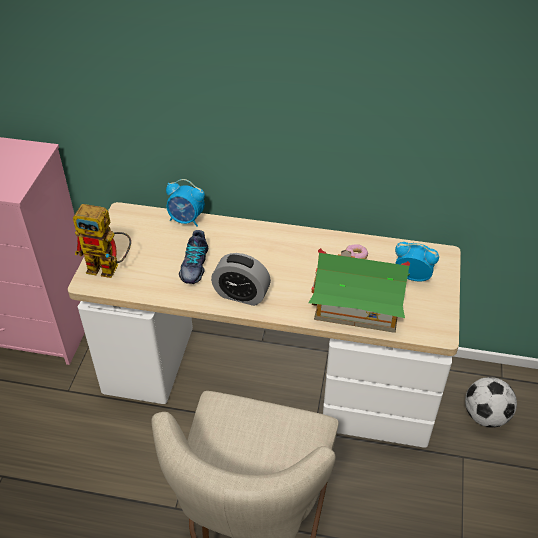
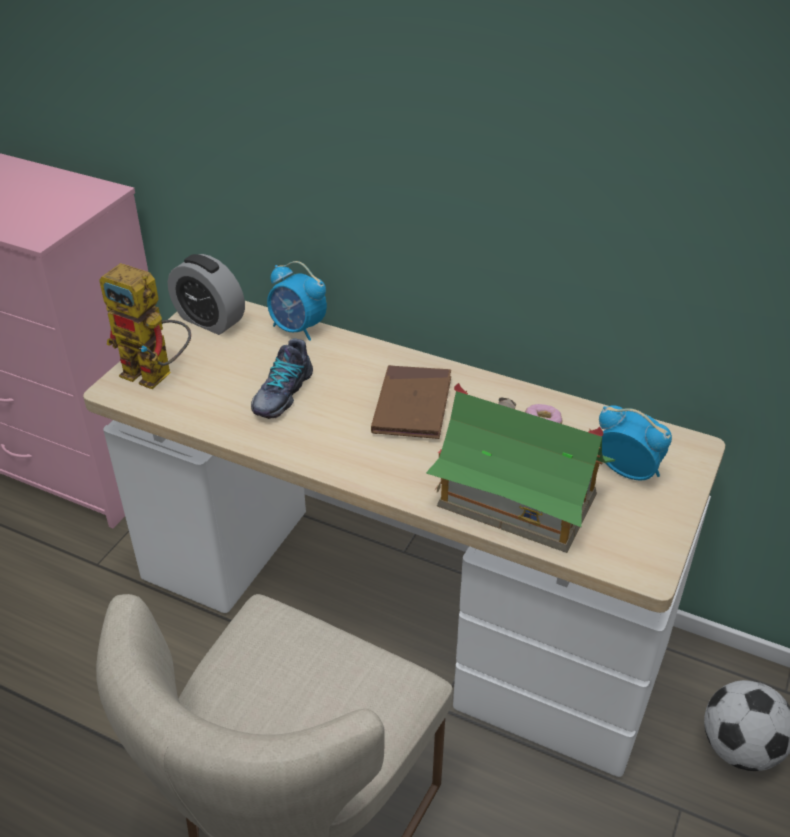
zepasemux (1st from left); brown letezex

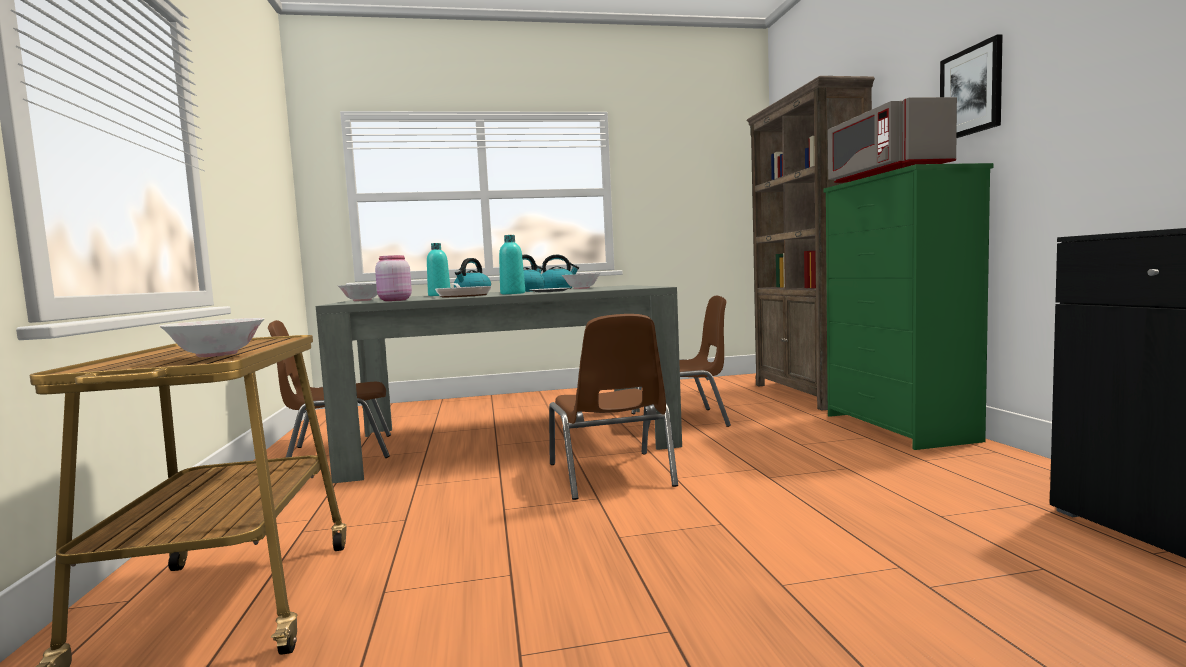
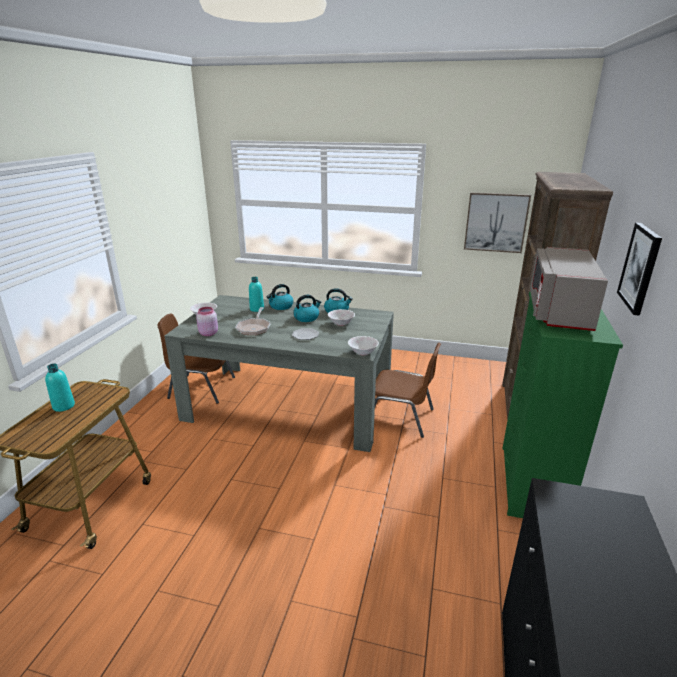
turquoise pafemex (1st from left); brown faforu (2nd from left in the first image); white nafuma (3rd from left); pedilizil (1st from left)

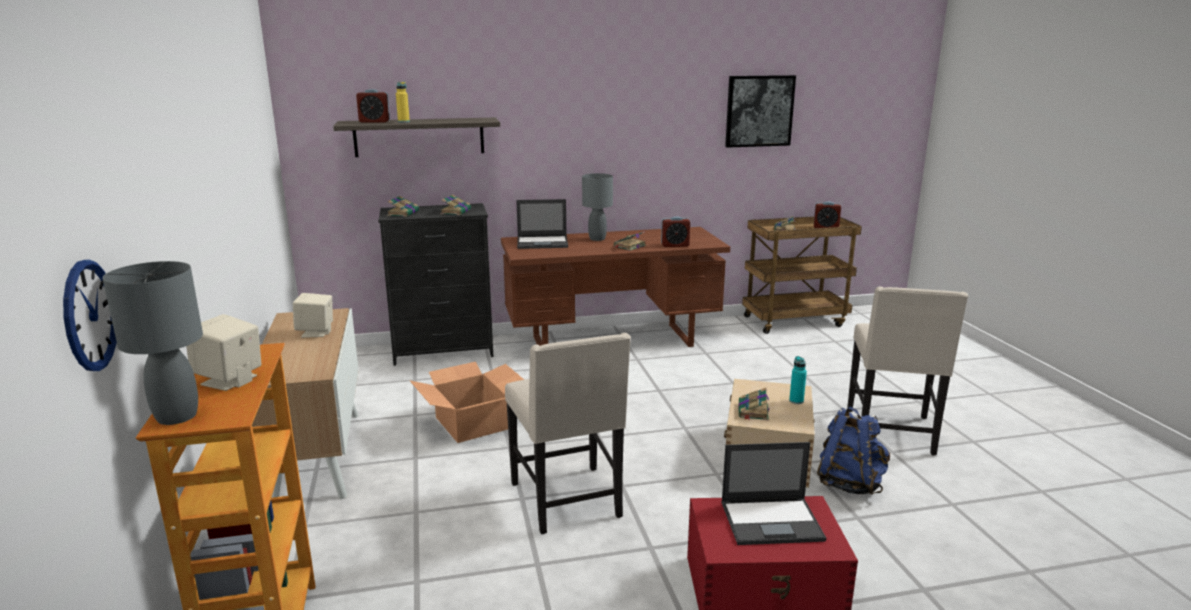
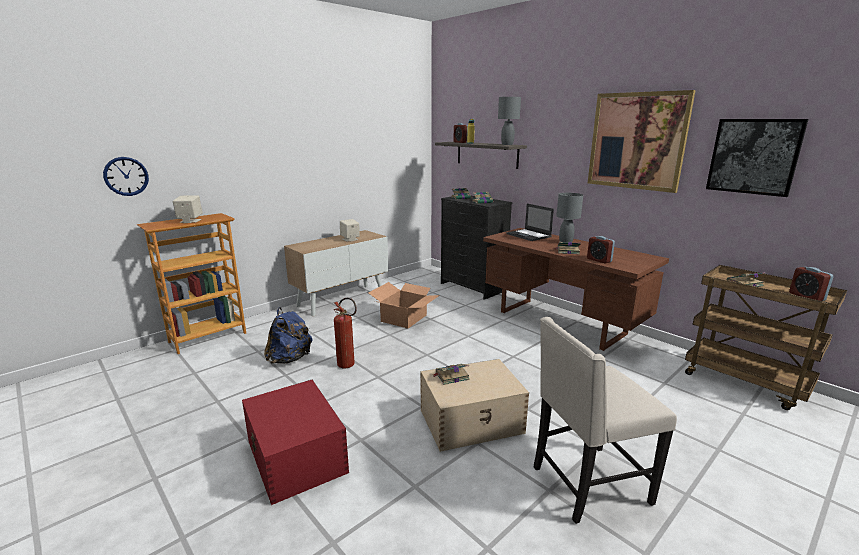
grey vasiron (1st from left); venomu; turquoise pafemex; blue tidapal; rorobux (2nd from left in the first image); pedilizil (1st from left)

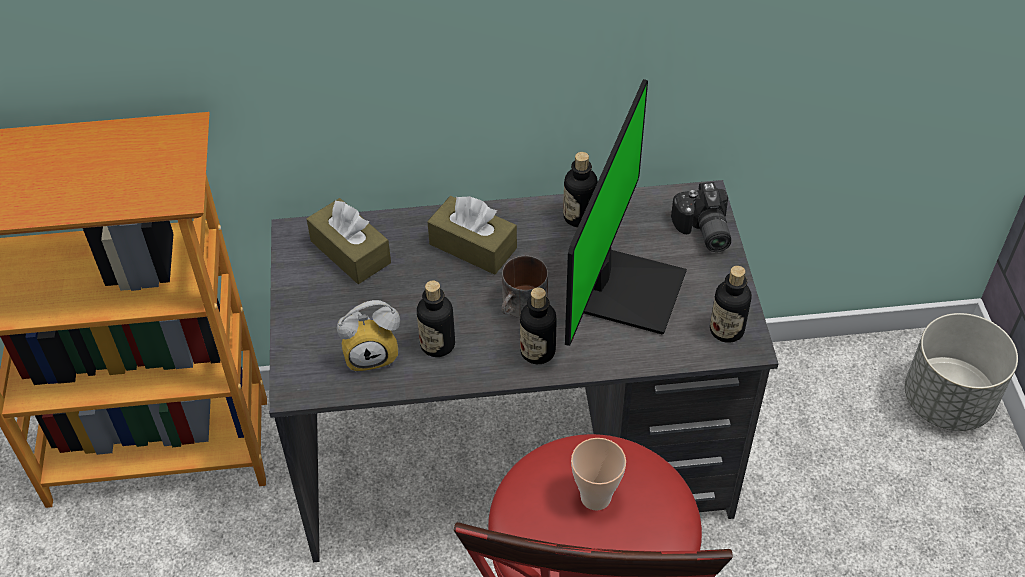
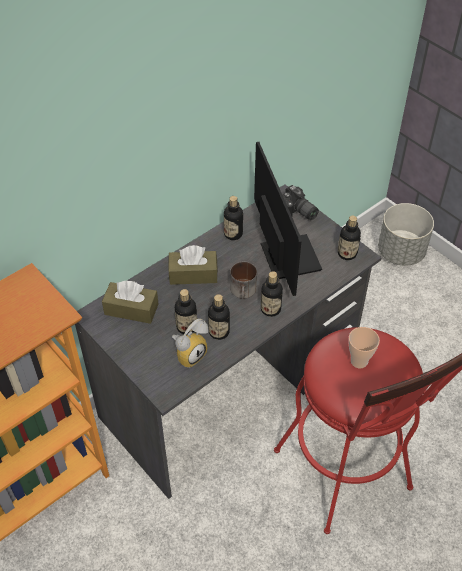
pafemex (1st from left)

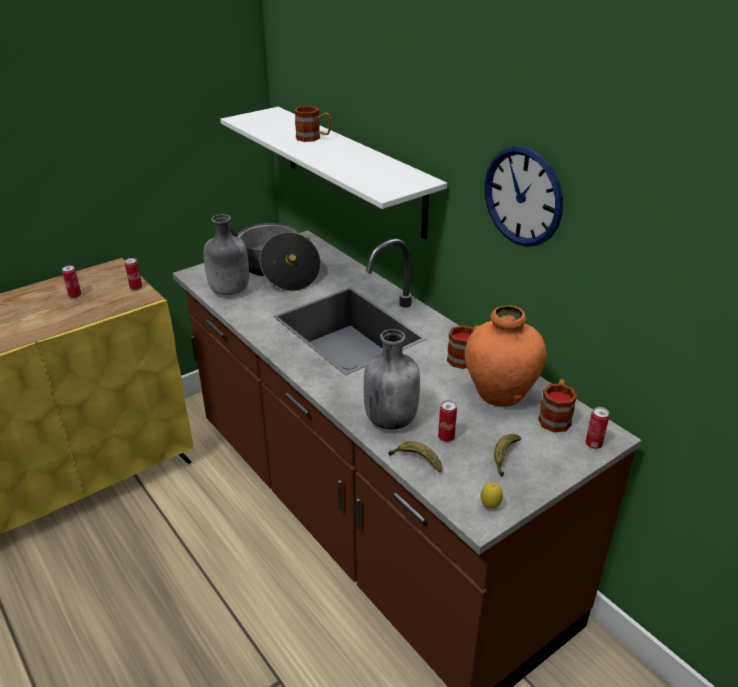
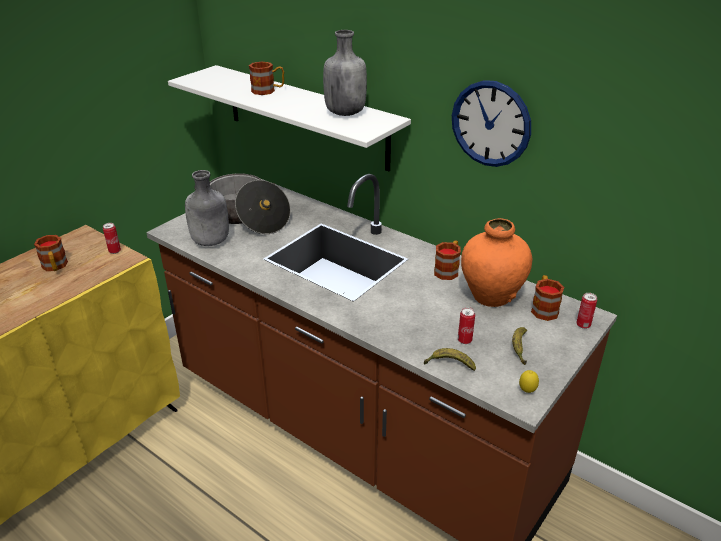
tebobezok (1st from left); grey pafemex (2nd from left)

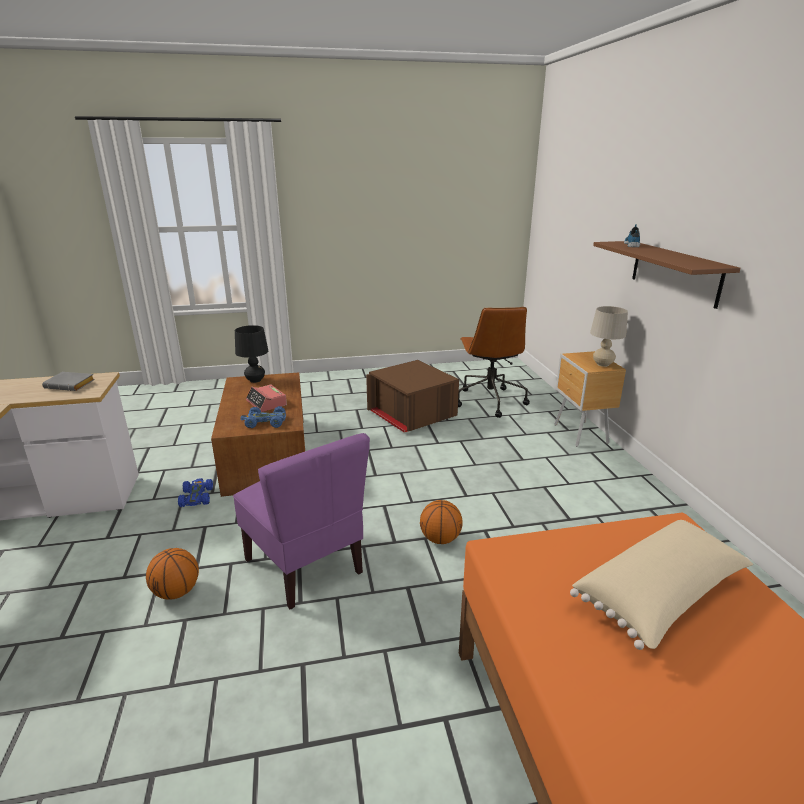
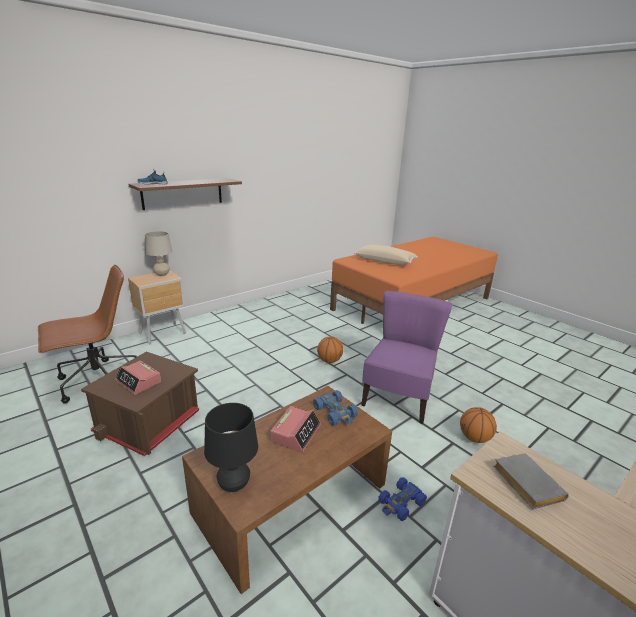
zepasemux (1st from left)

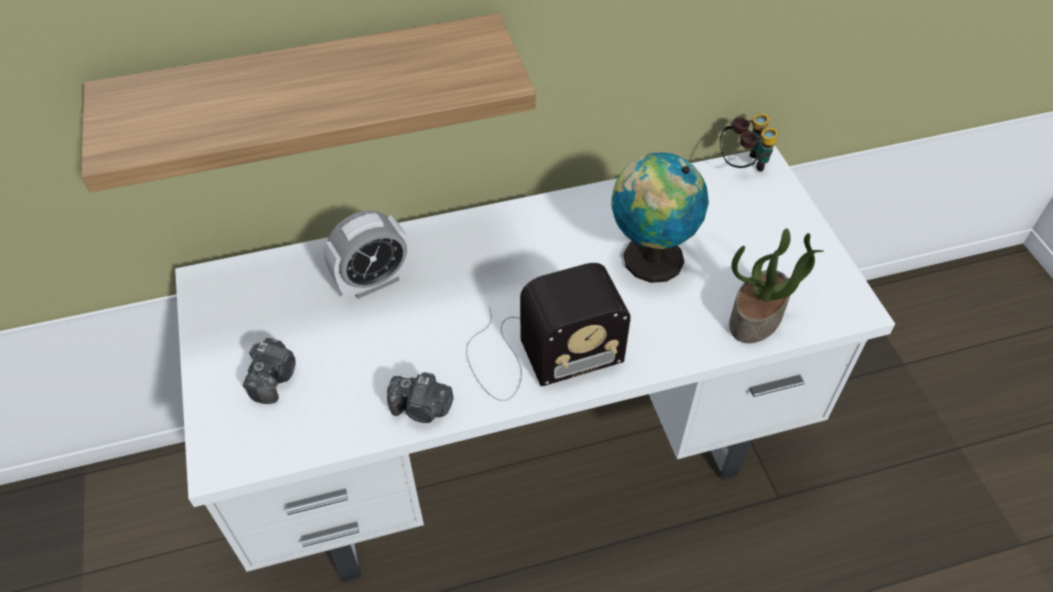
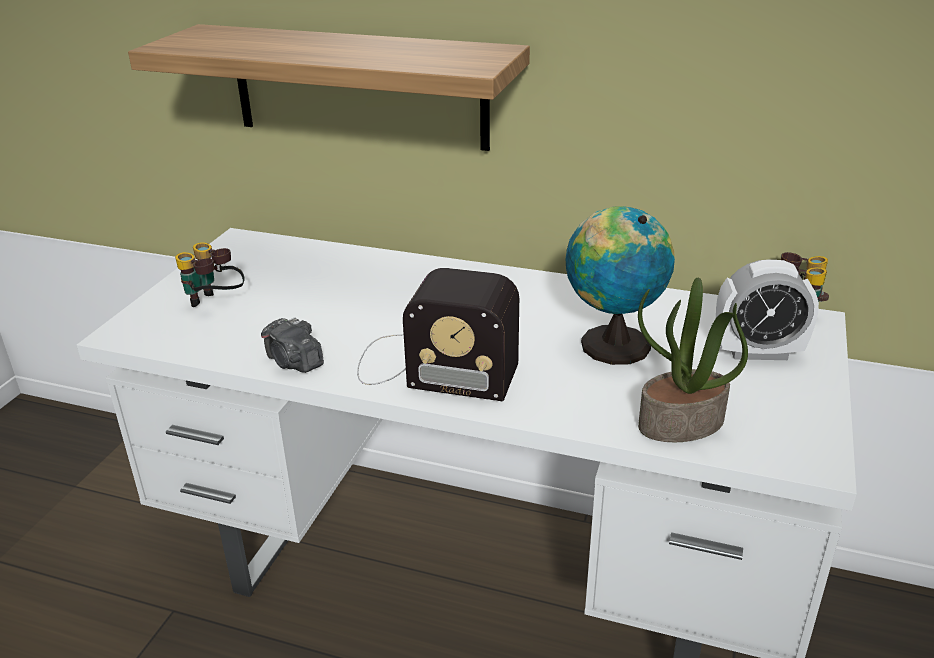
zepasemux; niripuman (1st from left)

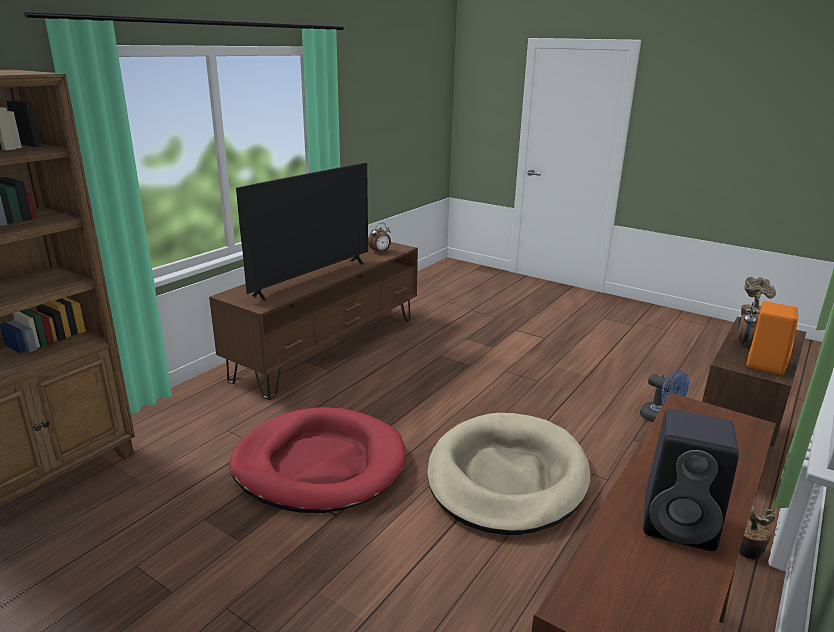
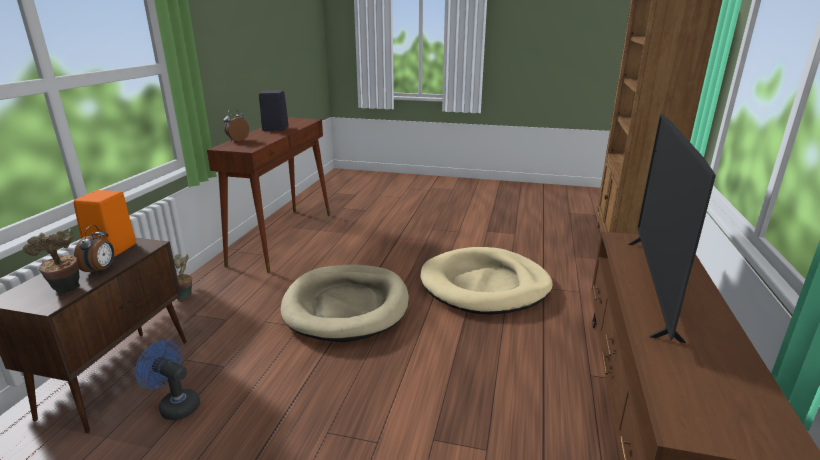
zepasemux (2nd from left); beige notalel (2nd from left)

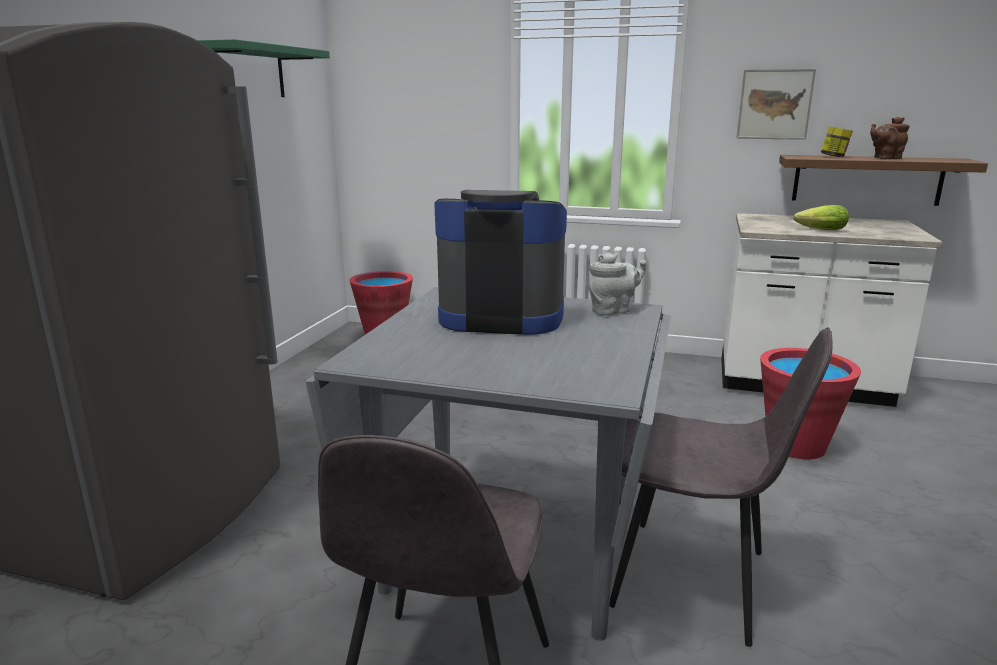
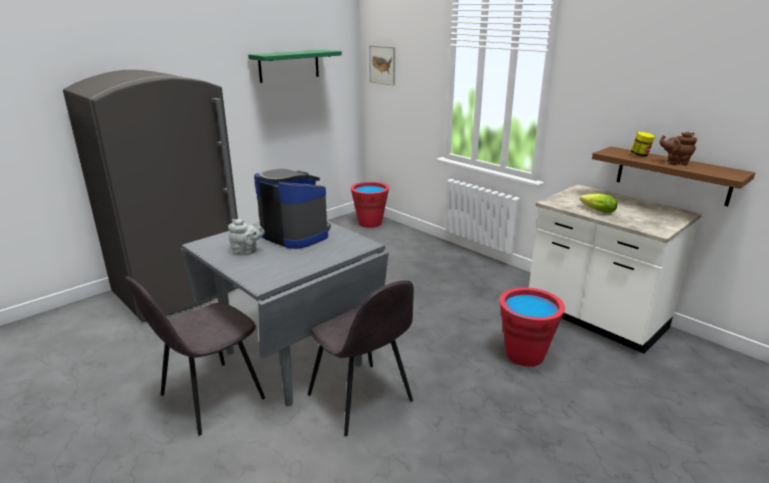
pedilizil; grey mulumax

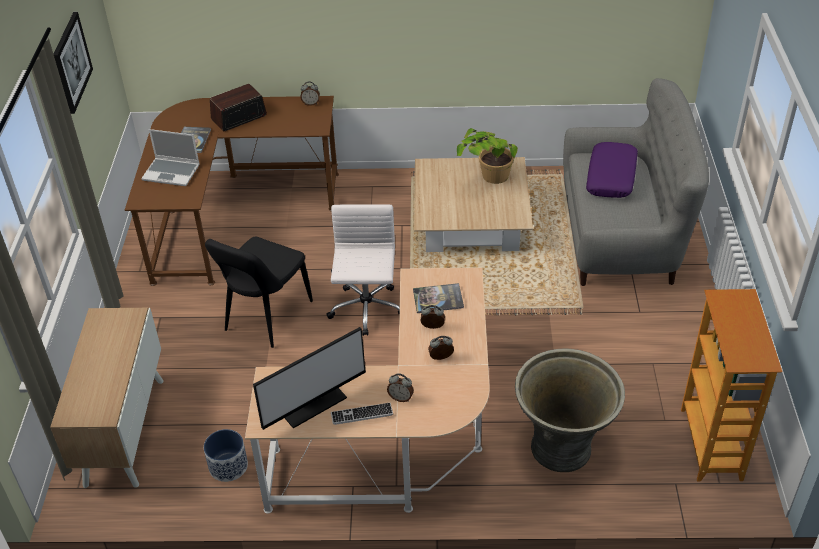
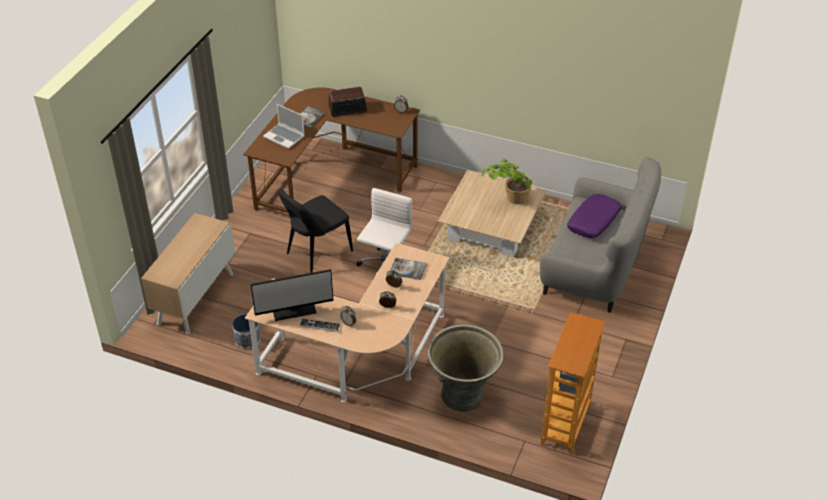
pedilizil

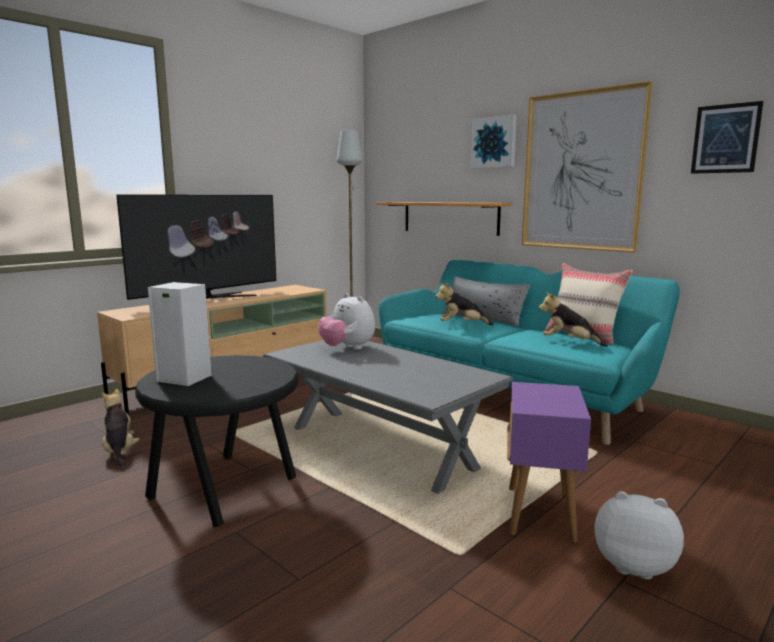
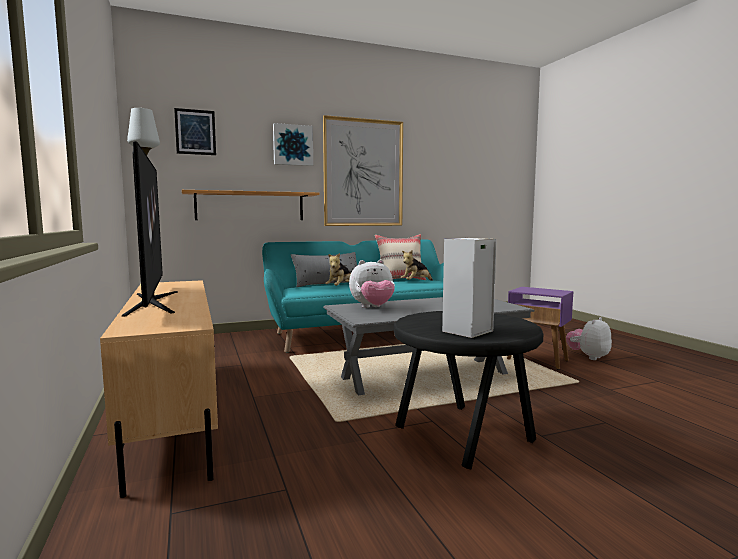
pedilizil (1st from left); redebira (1st from left in the first image)

